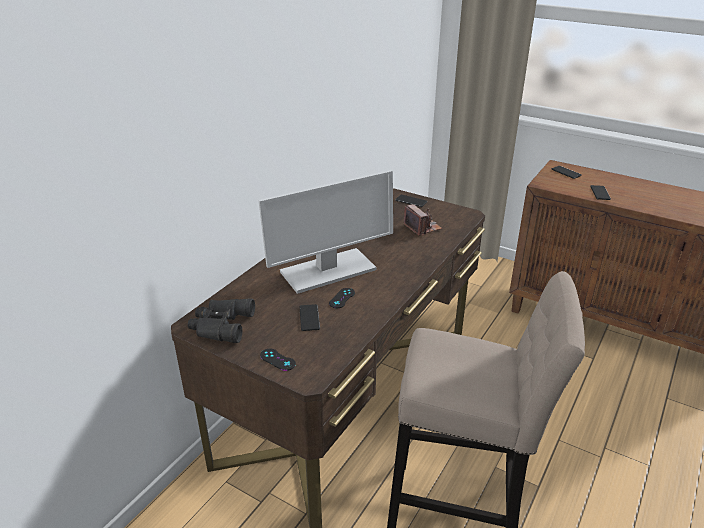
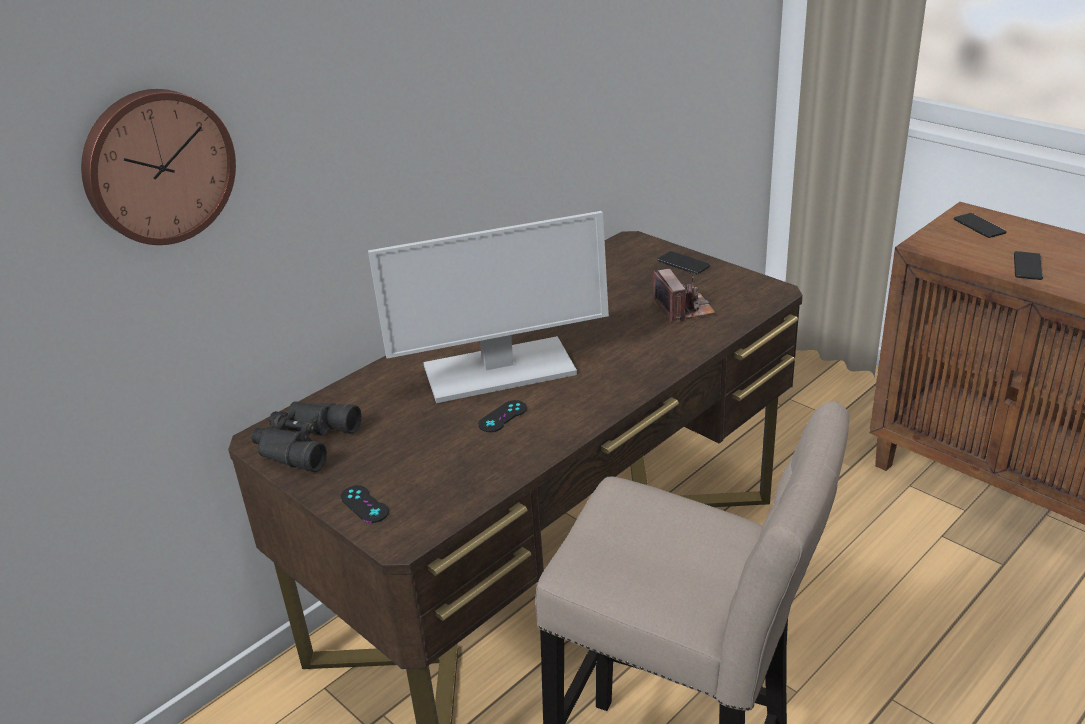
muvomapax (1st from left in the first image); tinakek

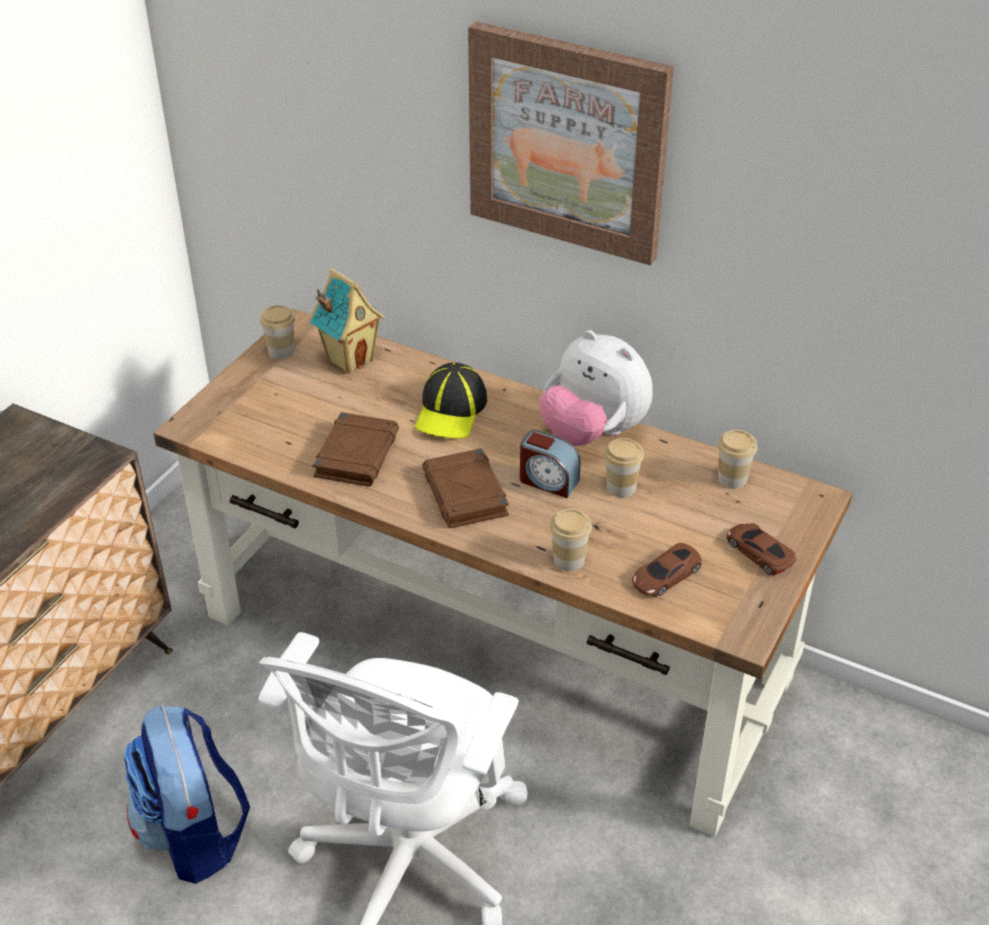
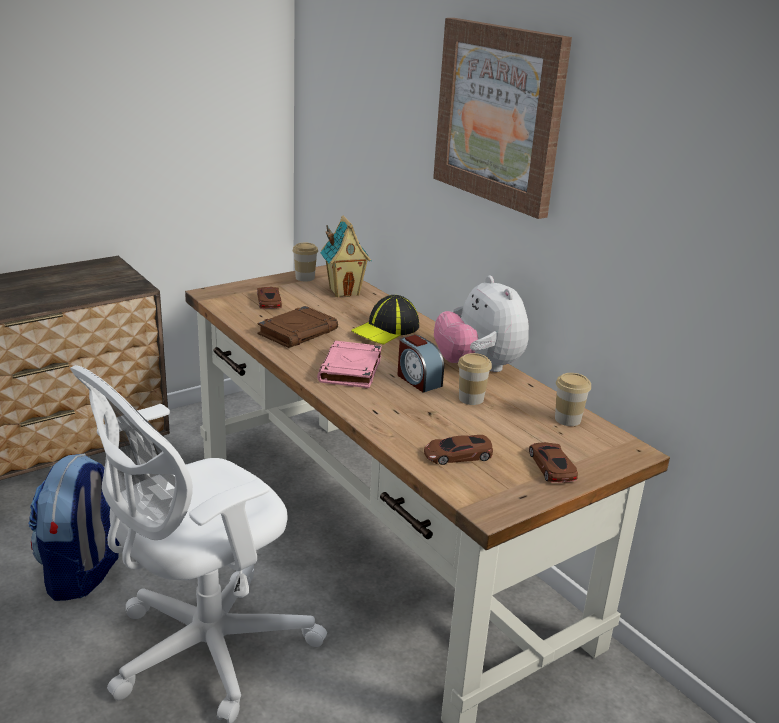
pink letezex; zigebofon (2nd from left in the first image); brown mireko (1st from left)

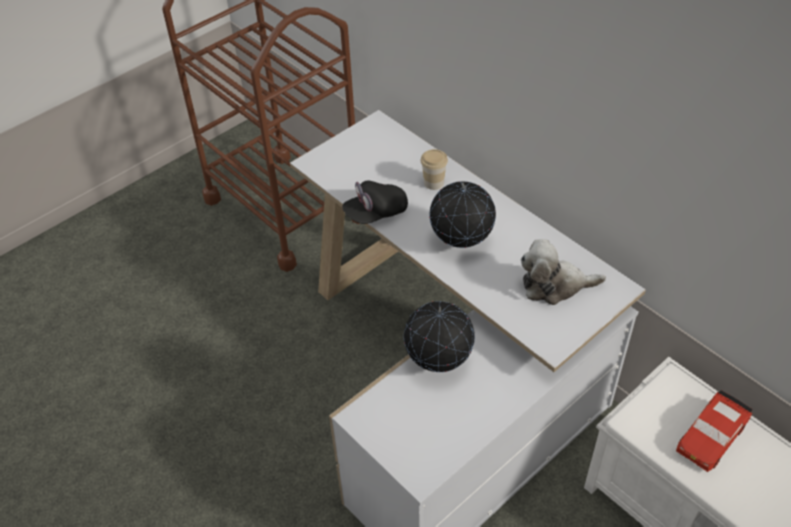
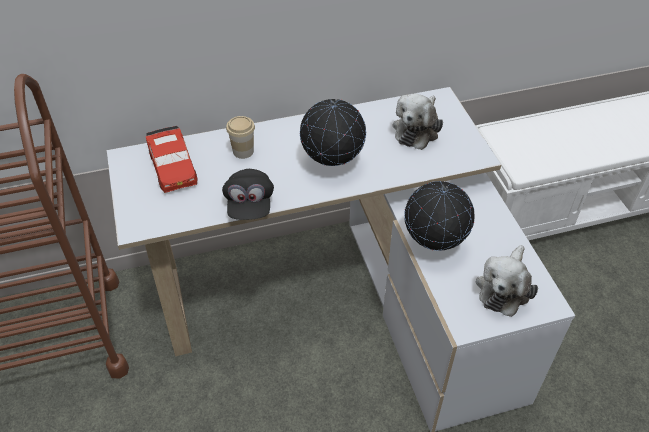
red mireko; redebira (2nd from left)

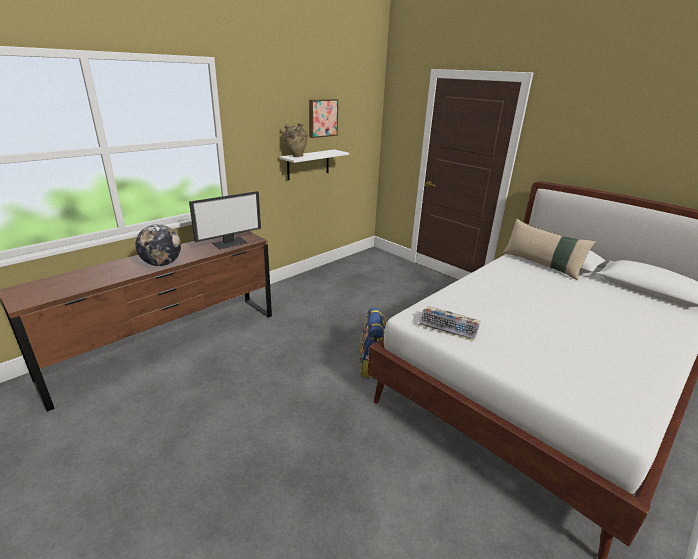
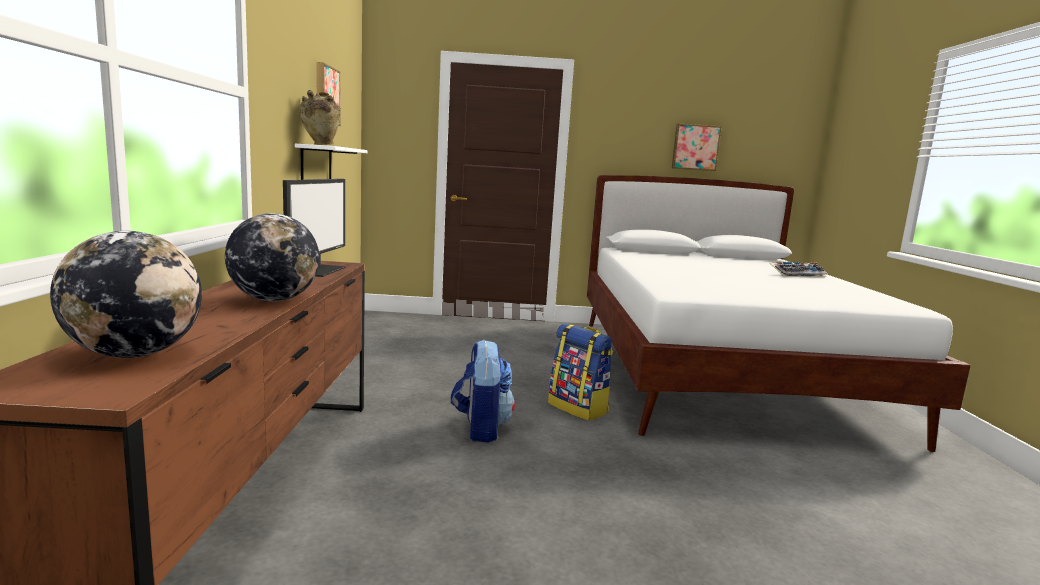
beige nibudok; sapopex; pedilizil (2nd from left); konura (1st from left); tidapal (1st from left)

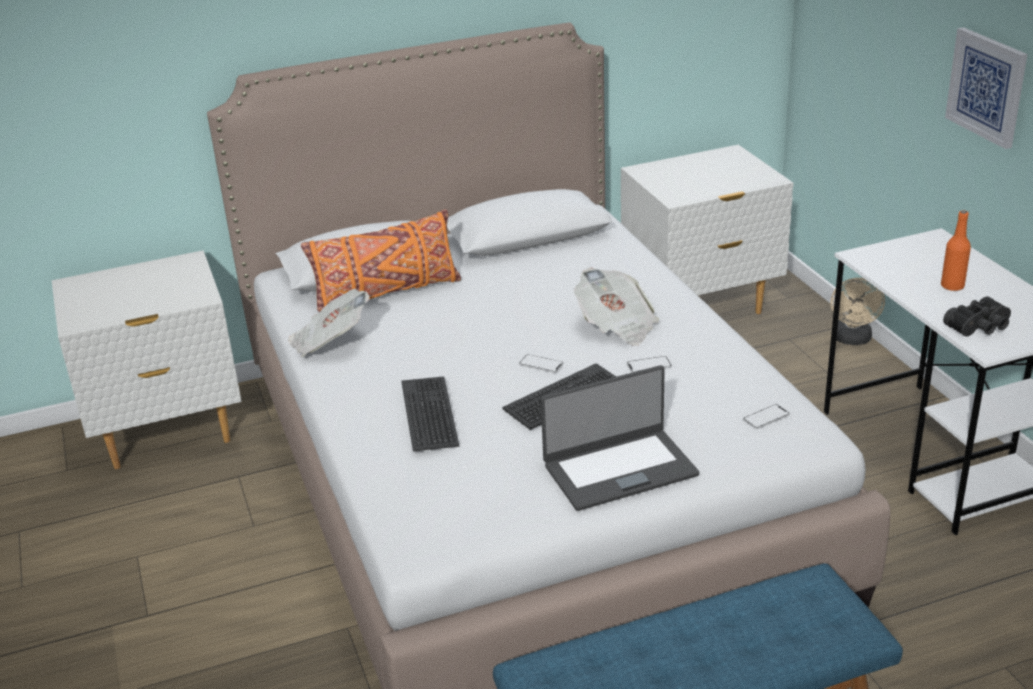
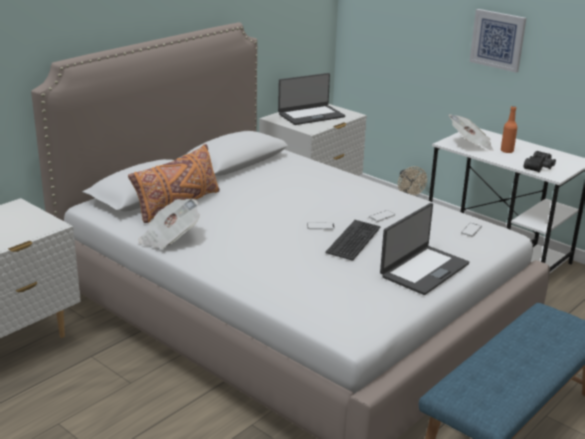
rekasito (2nd from left); sapopex (1st from left in the first image); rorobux (1st from left)

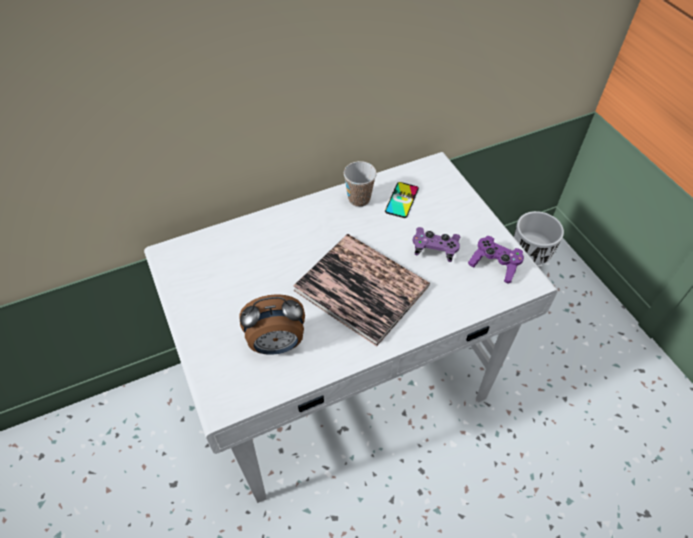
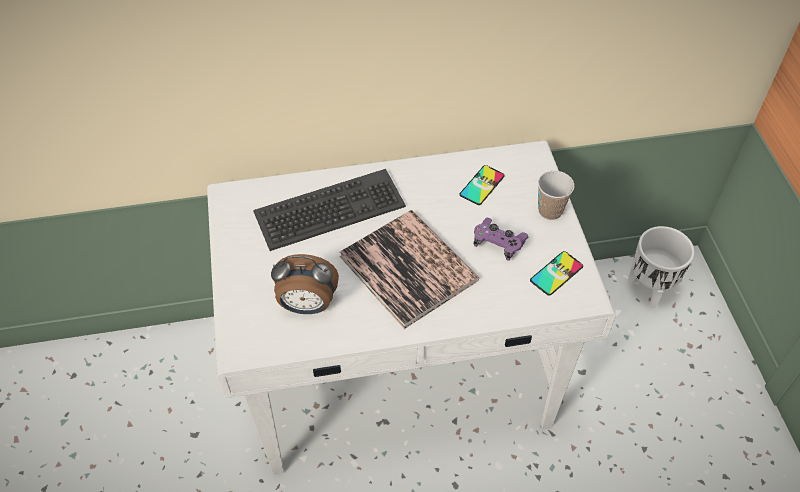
zigebofon; muvomapax (2nd from left); sapopex

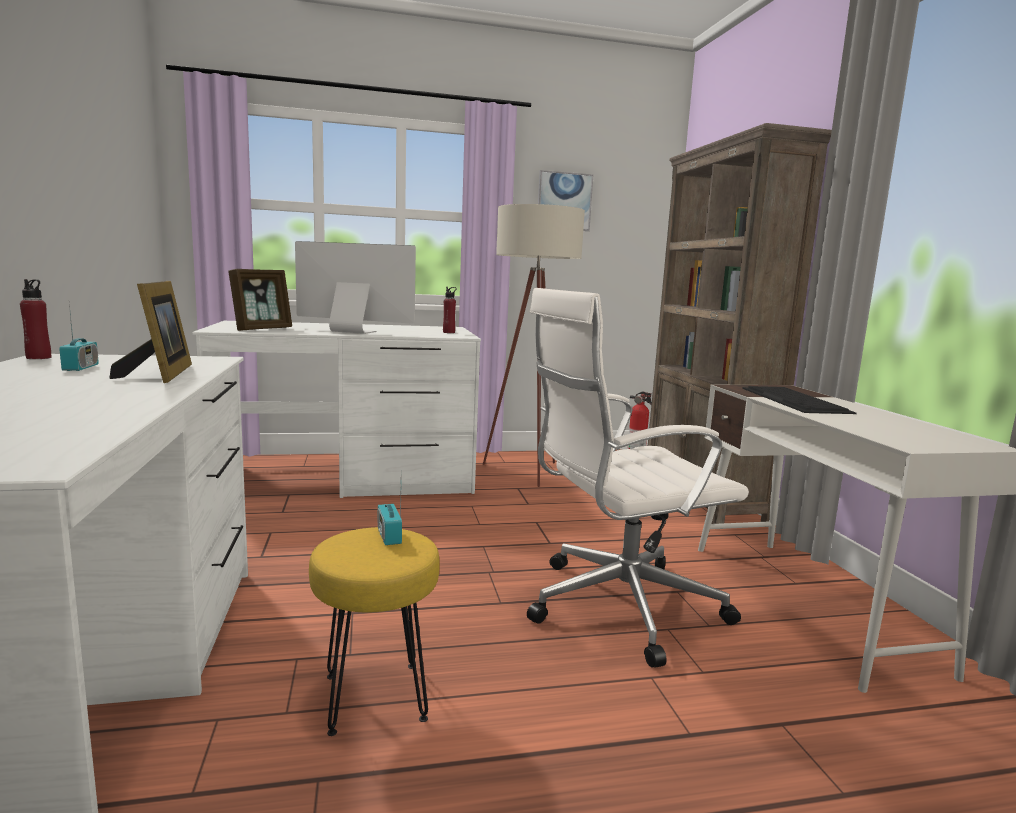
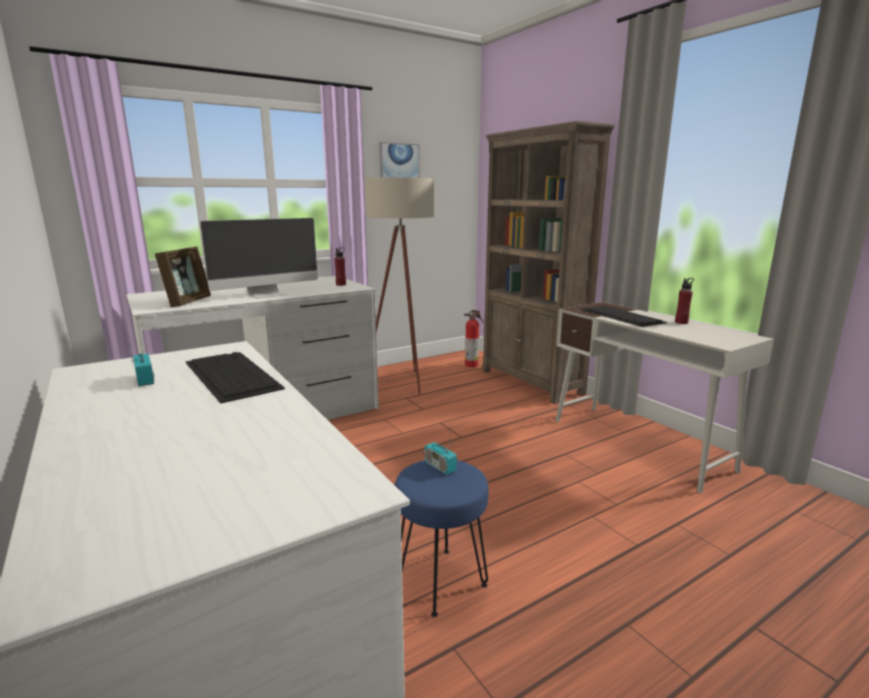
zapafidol; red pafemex (2nd from left); sapopex (1st from left); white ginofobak; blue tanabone

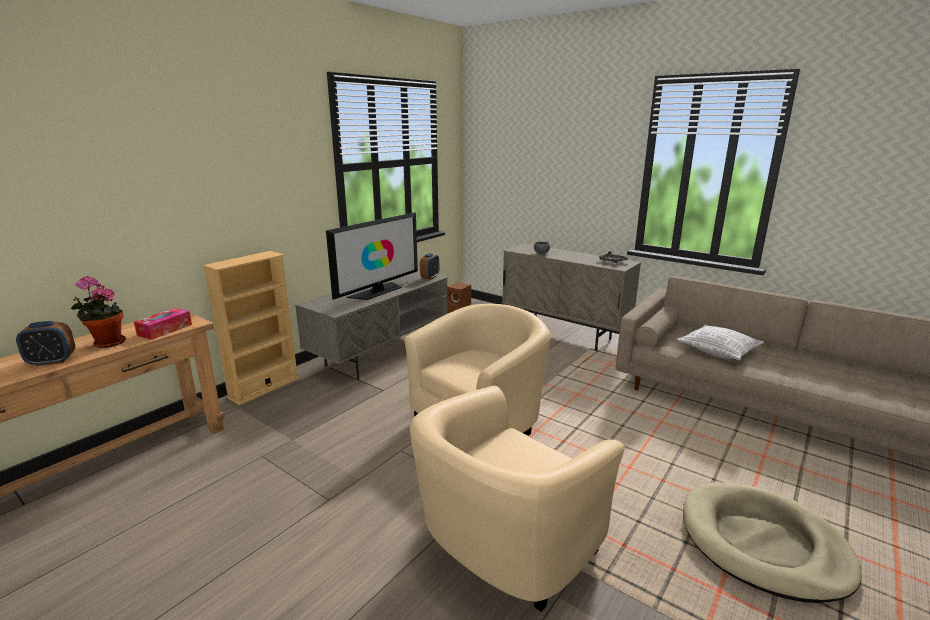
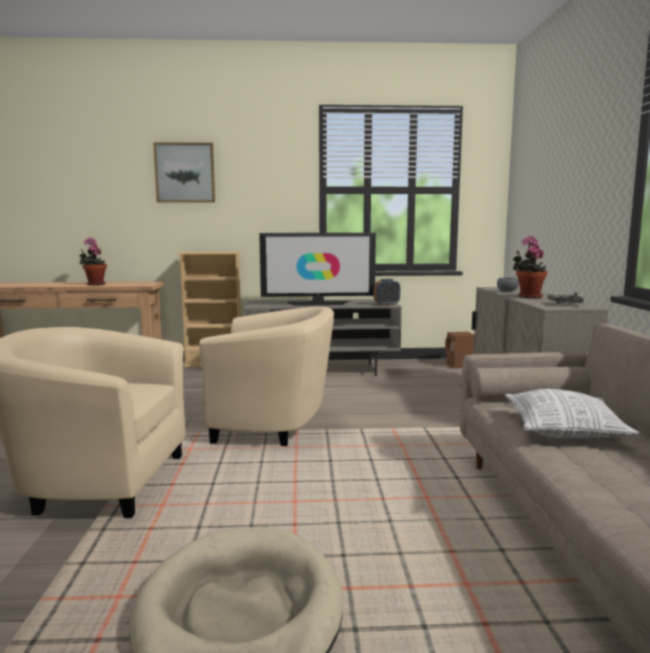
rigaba; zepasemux (1st from left in the first image); pedilizil; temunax (2nd from left)

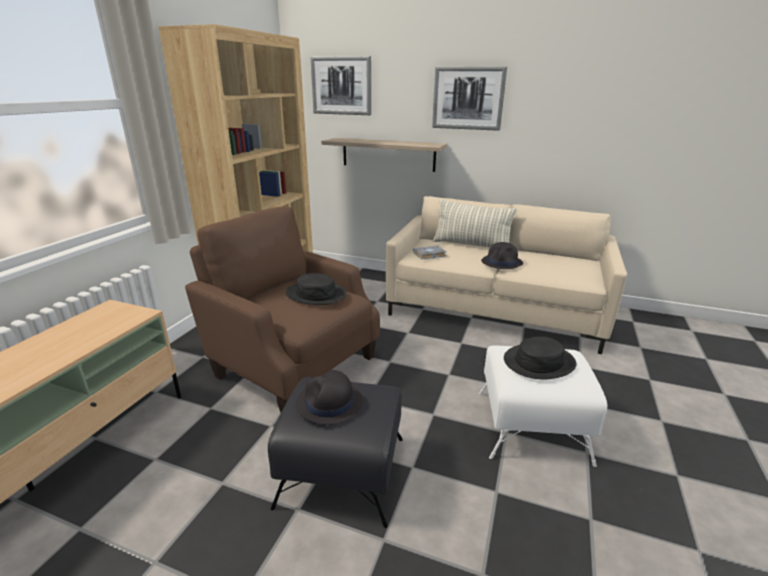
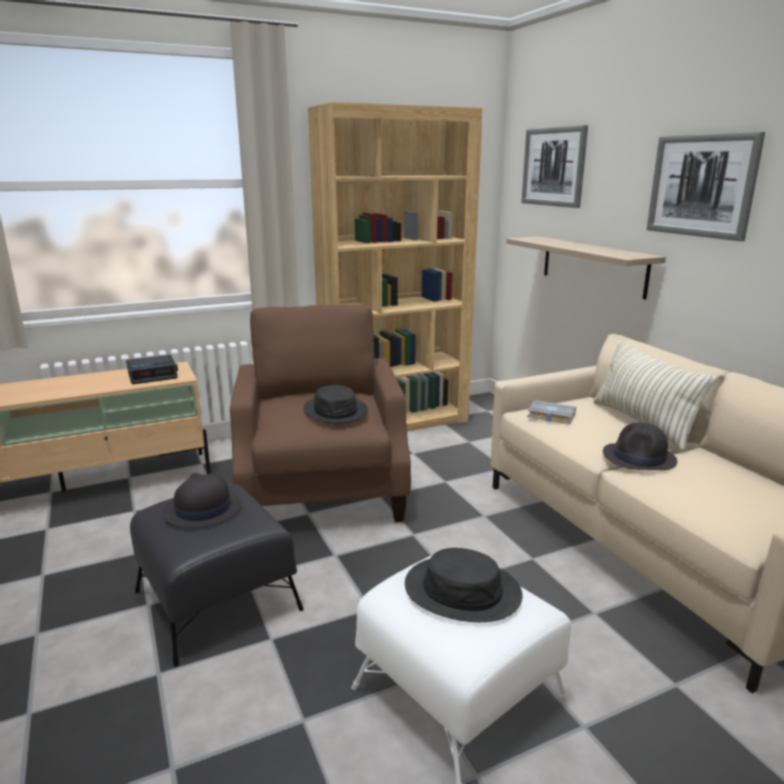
zepasemux

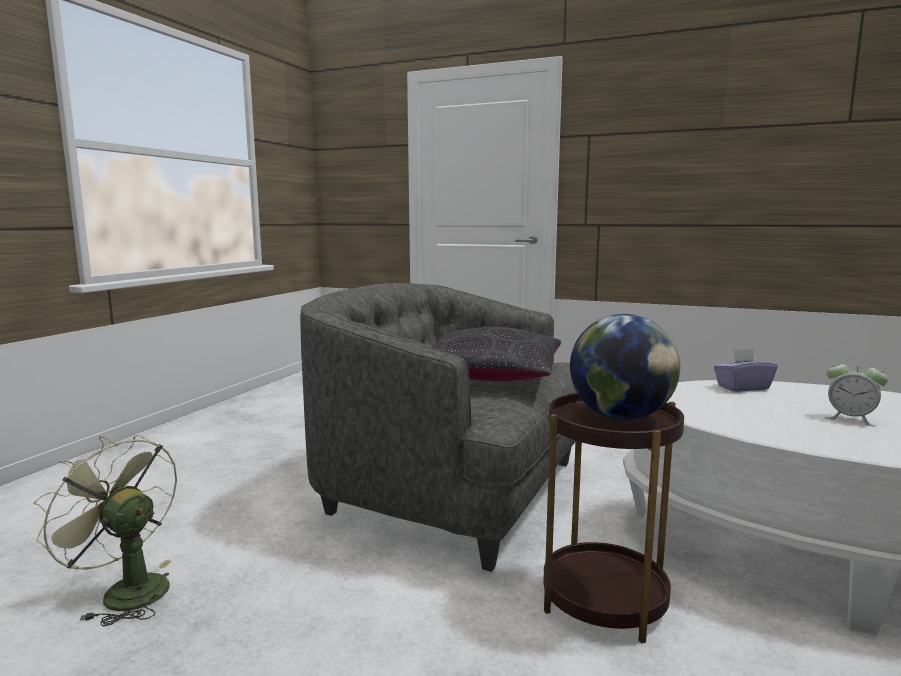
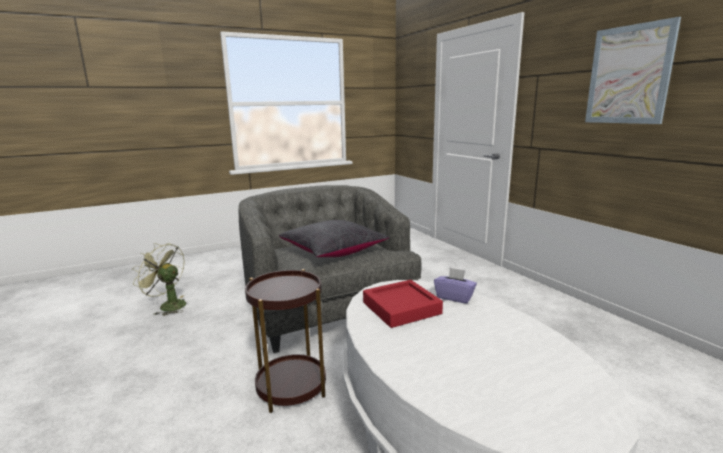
konura; zepasemux; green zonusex; pedilizil; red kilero

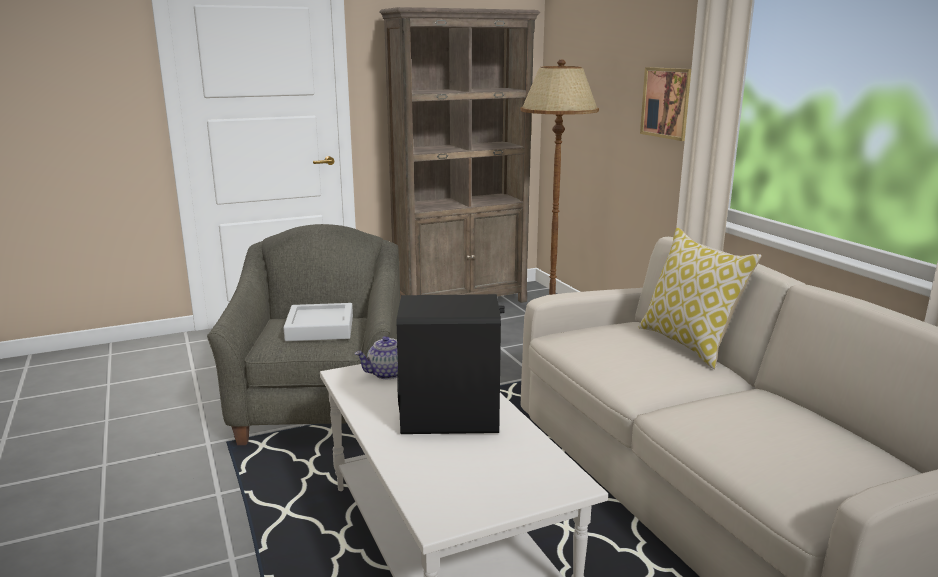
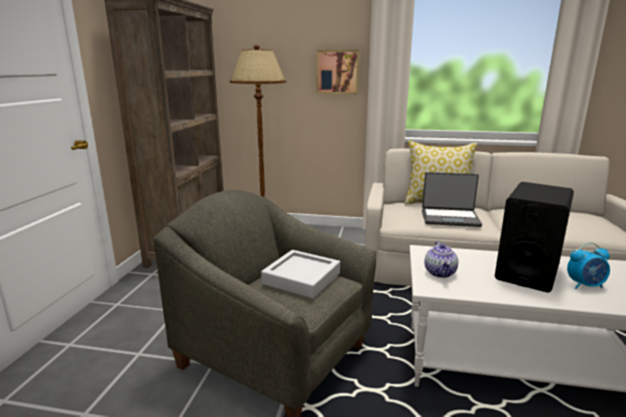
rorobux; zepasemux

